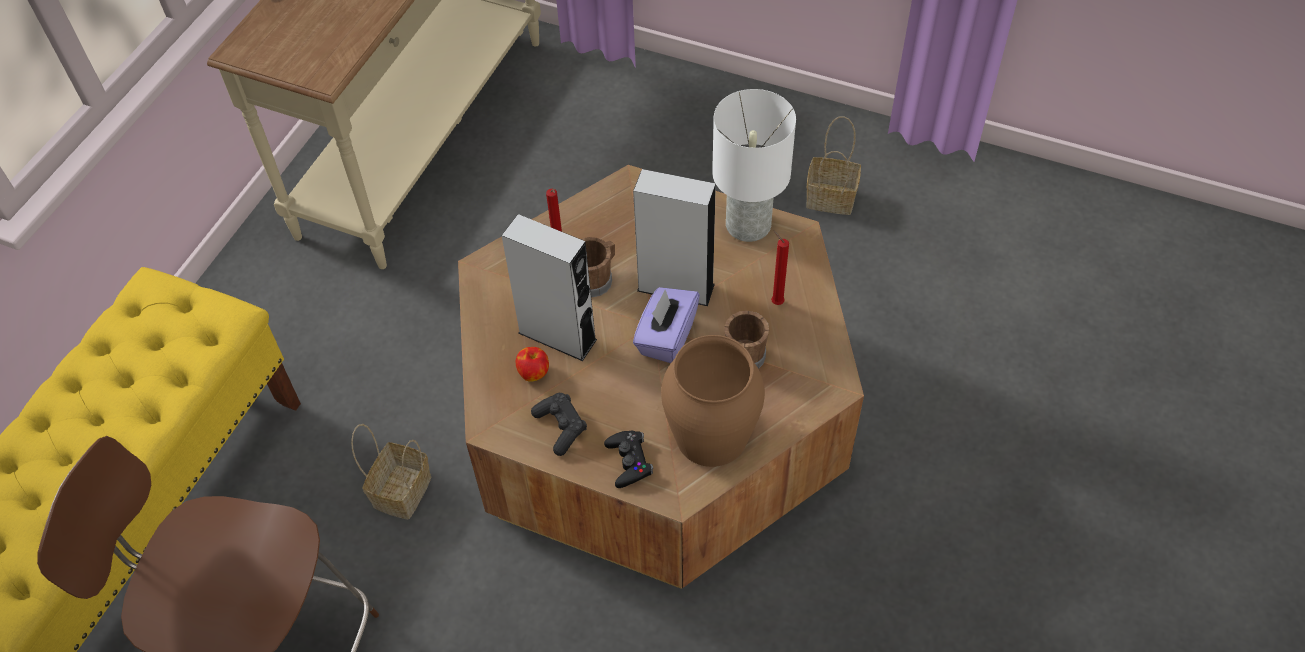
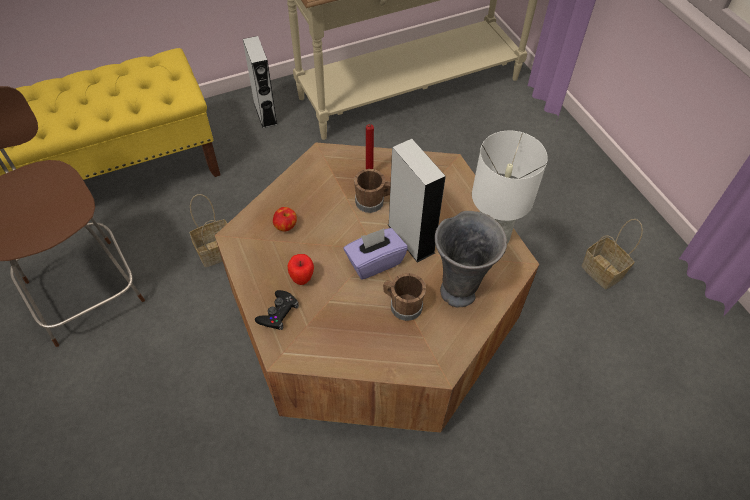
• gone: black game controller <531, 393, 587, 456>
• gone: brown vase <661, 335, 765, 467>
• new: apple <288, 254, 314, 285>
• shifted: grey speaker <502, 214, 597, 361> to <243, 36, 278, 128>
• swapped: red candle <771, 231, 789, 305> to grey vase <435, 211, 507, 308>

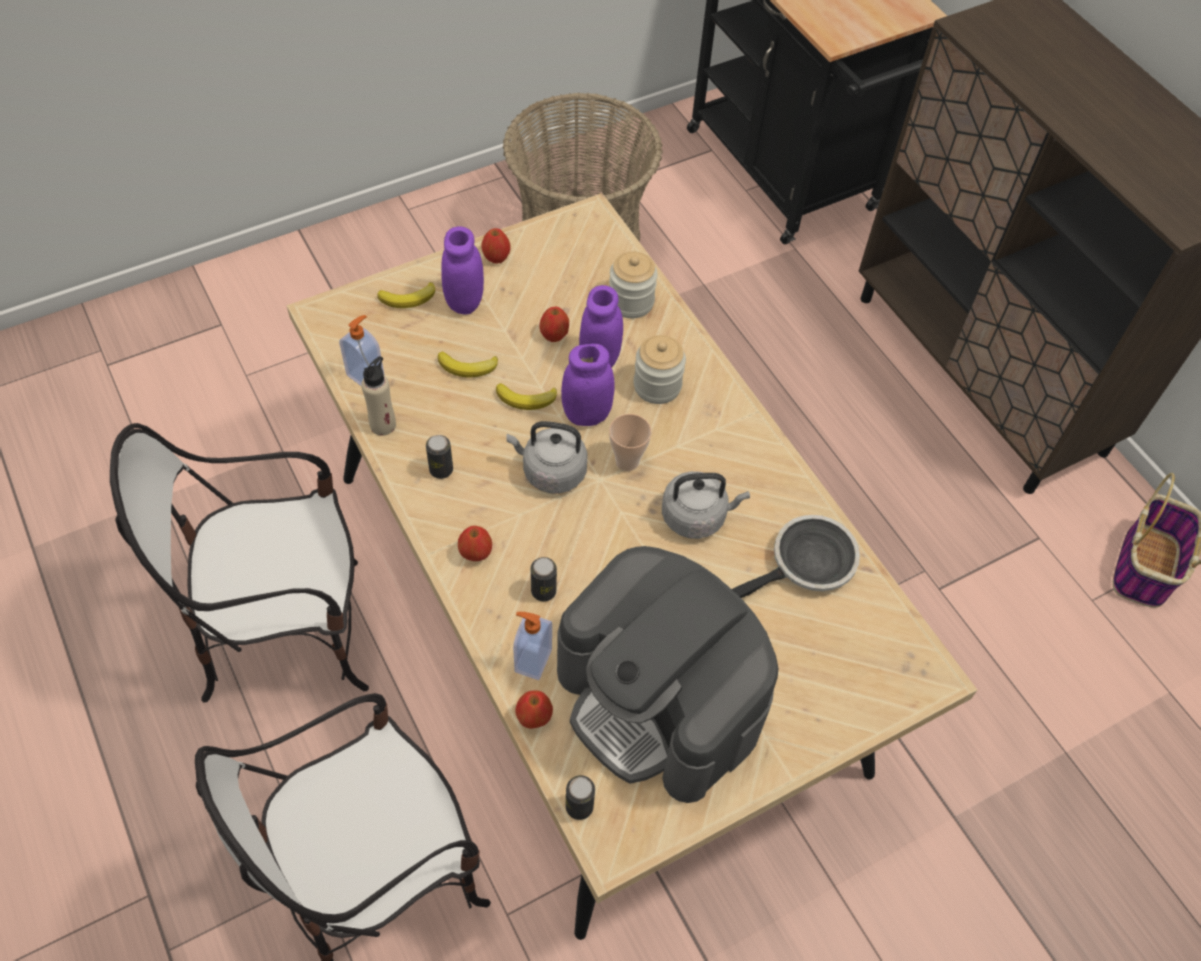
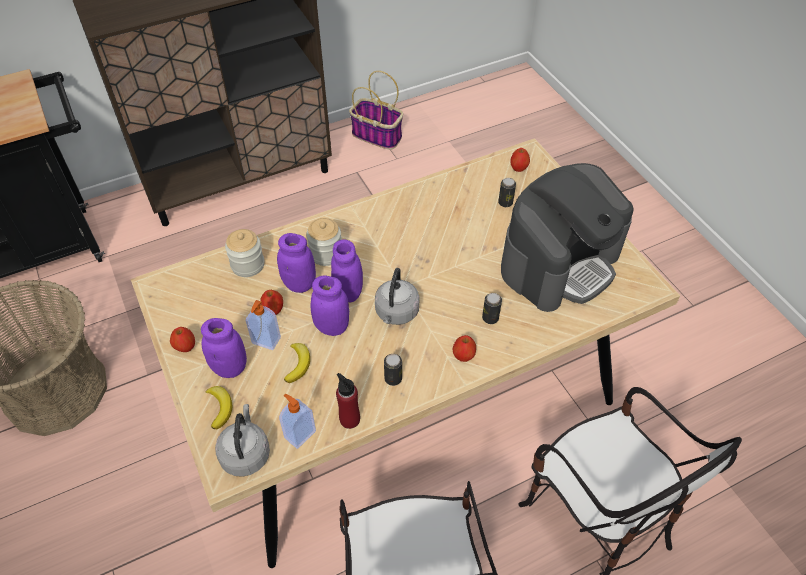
• gone: cup <609, 414, 652, 471>
• gone: frying pan <732, 515, 860, 598>
• shifted: soap dispenser <513, 612, 552, 680> to <246, 300, 281, 350>
• shifted: apple <515, 690, 553, 729> to <511, 148, 530, 172>
• shifted: can <565, 775, 595, 820> to <498, 178, 516, 207>
• shifted: grey kettle <662, 471, 750, 539> to <215, 404, 270, 477>
• swapped: banana <496, 383, 557, 410> to purple jar <311, 276, 349, 336>
• repainted: beige bottle <361, 356, 396, 436> to red bottle <336, 373, 360, 429>

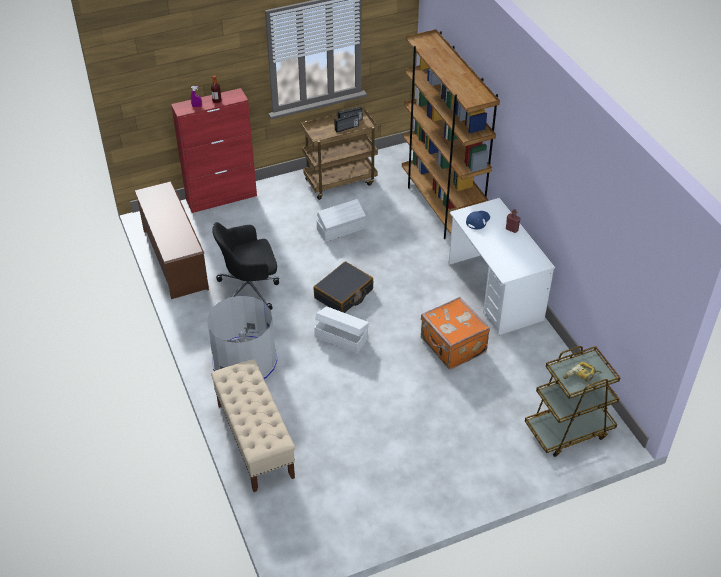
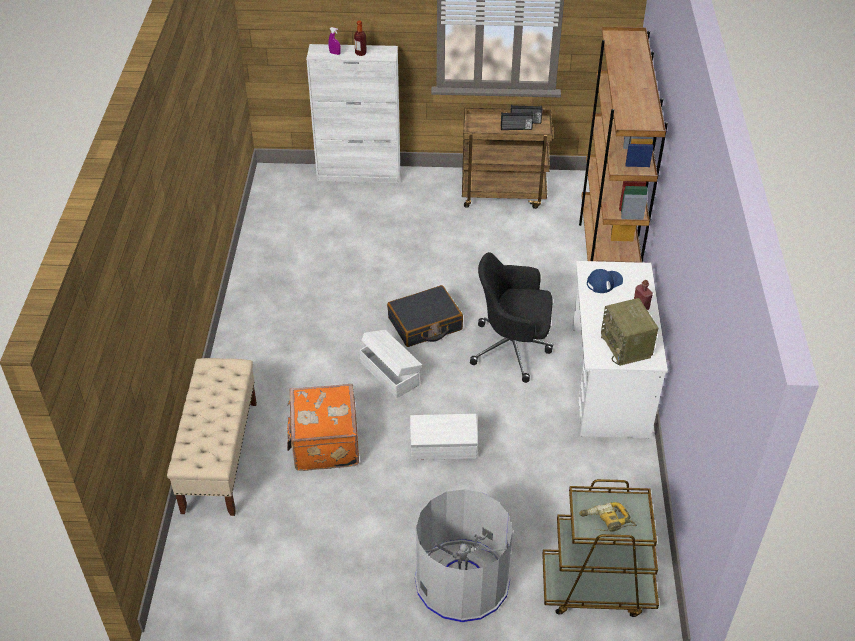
• gone: brown shoe rack <134, 181, 209, 299>
• new: radio <601, 298, 658, 366>
• shifted: grey trash can <207, 296, 277, 380> to <415, 489, 513, 623>
• shifted: black office chair <212, 222, 279, 310> to <470, 252, 553, 383>
• shifted: white storage box <317, 199, 366, 242> to <410, 414, 478, 460>
• shifted: orange suitcase <421, 297, 490, 369> to <287, 384, 359, 471>
• repainted: red cabinet <171, 88, 257, 213> to white cabinet <306, 44, 400, 183>

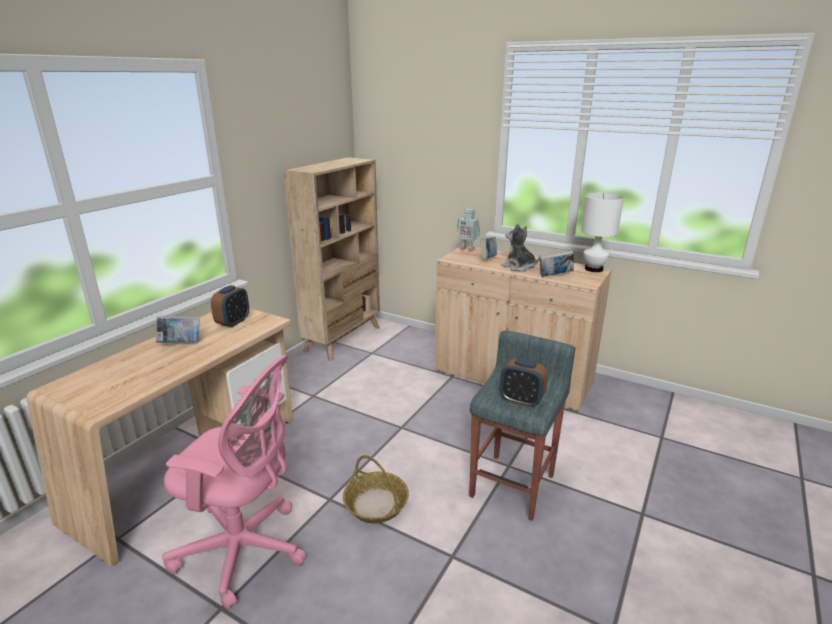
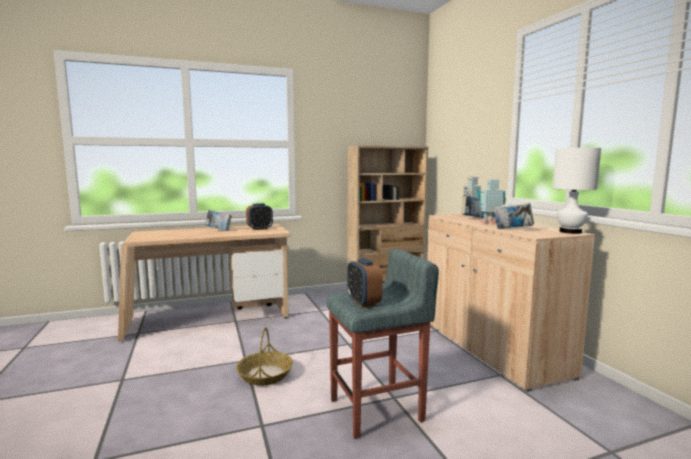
• gone: pink office chair <162, 355, 306, 610>
• swapped: plush toy <501, 223, 541, 271> to toy robot <479, 179, 506, 224>

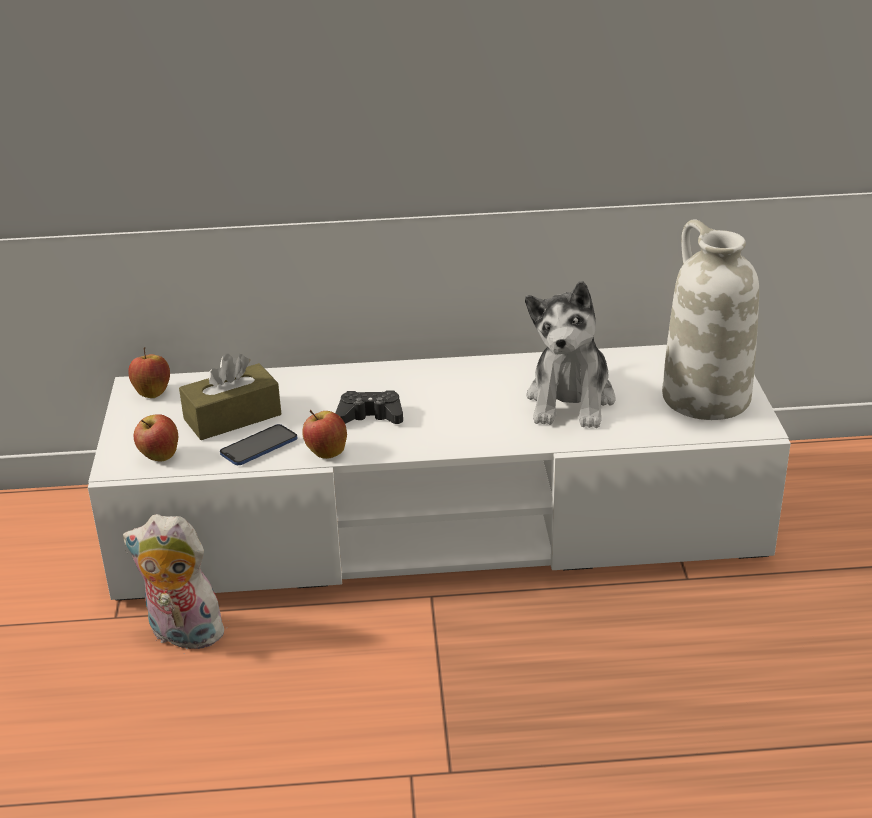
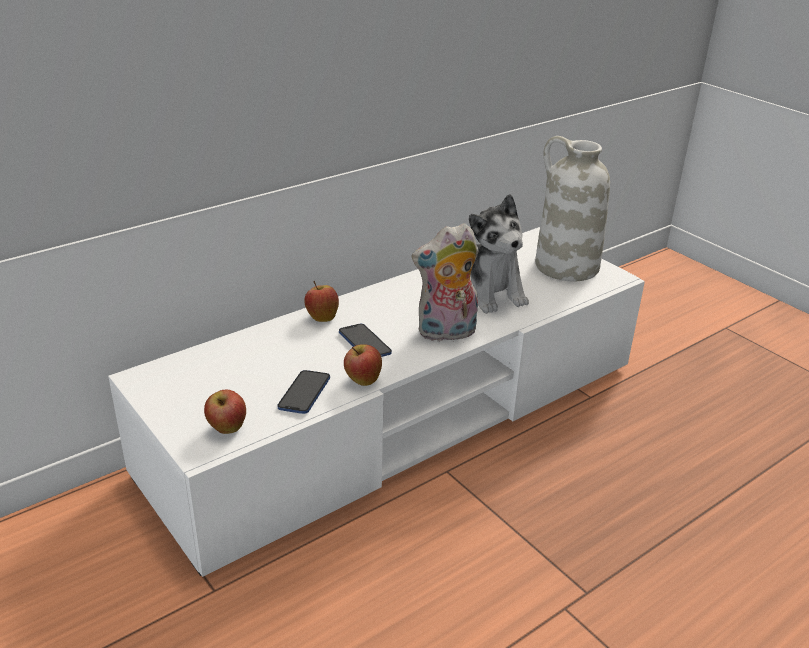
• gone: brown tissue box <179, 354, 281, 440>
• shifted: plush toy <123, 514, 231, 649> to <411, 223, 479, 342>
• shifted: apple <128, 347, 170, 398> to <304, 280, 339, 322>
• swapped: black game controller <335, 390, 403, 424> to phone <339, 324, 392, 357>

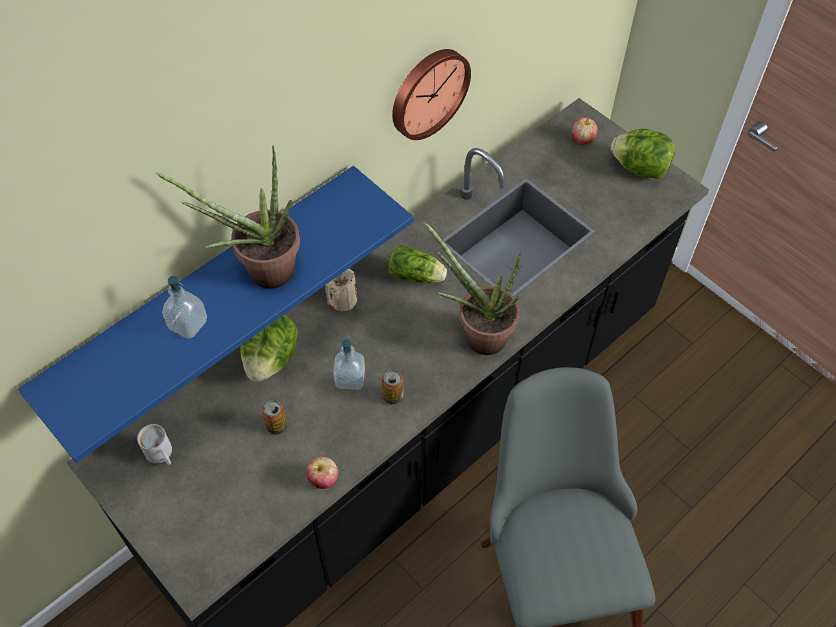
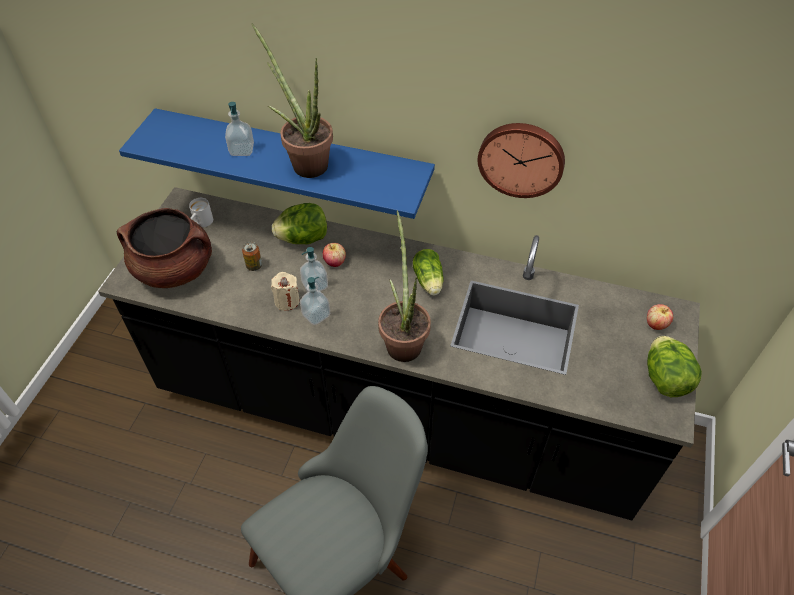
• new: brown cooking pot <117, 208, 212, 288>
• shifted: apple <306, 457, 338, 489> to <323, 243, 346, 267>
• shifted: beige candle <325, 269, 357, 311> to <271, 272, 300, 311>
• swapped: can <382, 370, 404, 404> to soap dispenser <300, 277, 330, 325>

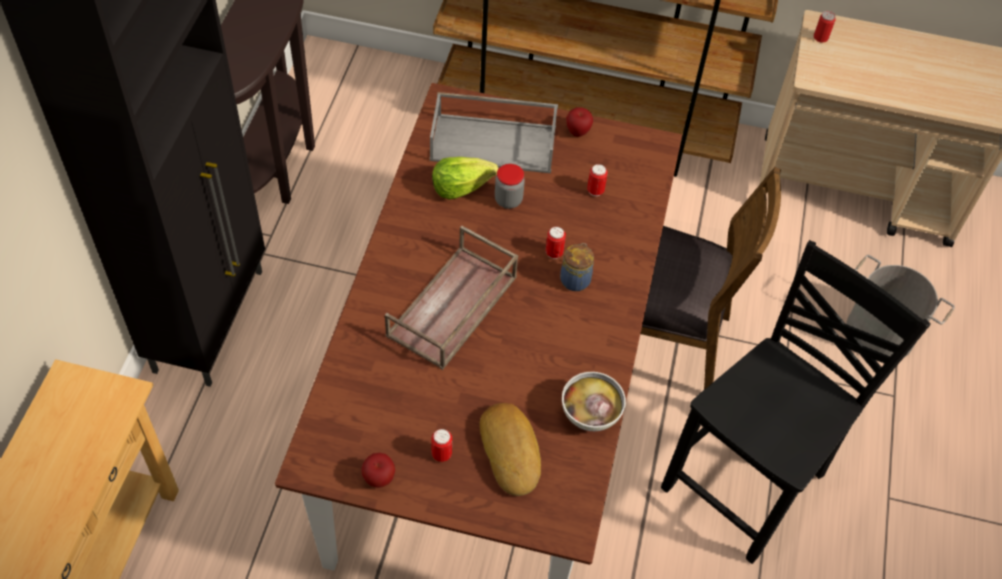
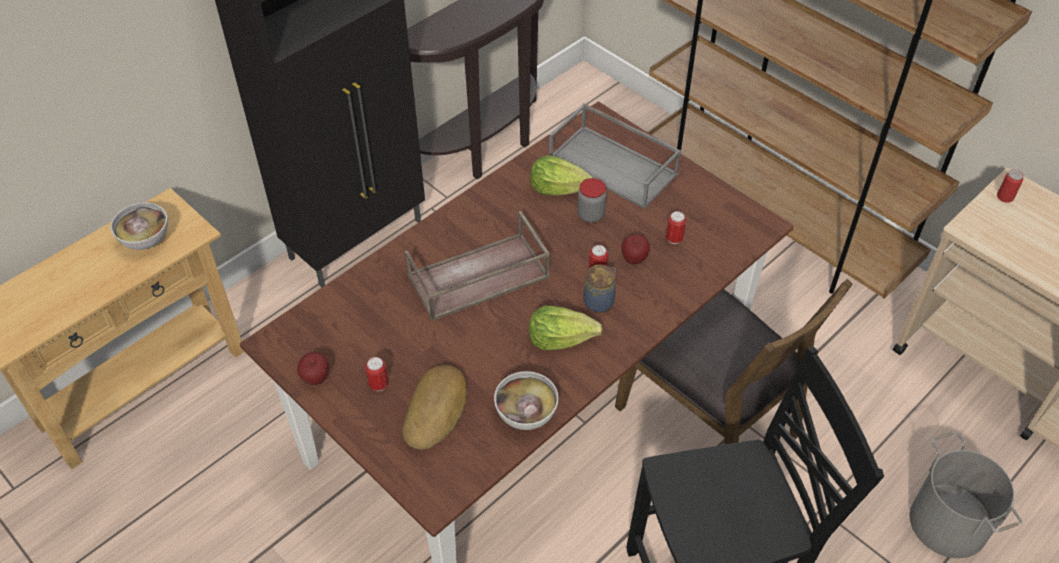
• new: bowl <111, 203, 168, 250>
• new: lettuce <529, 306, 603, 350>
• shifted: apple <566, 107, 593, 137> to <621, 234, 650, 264>

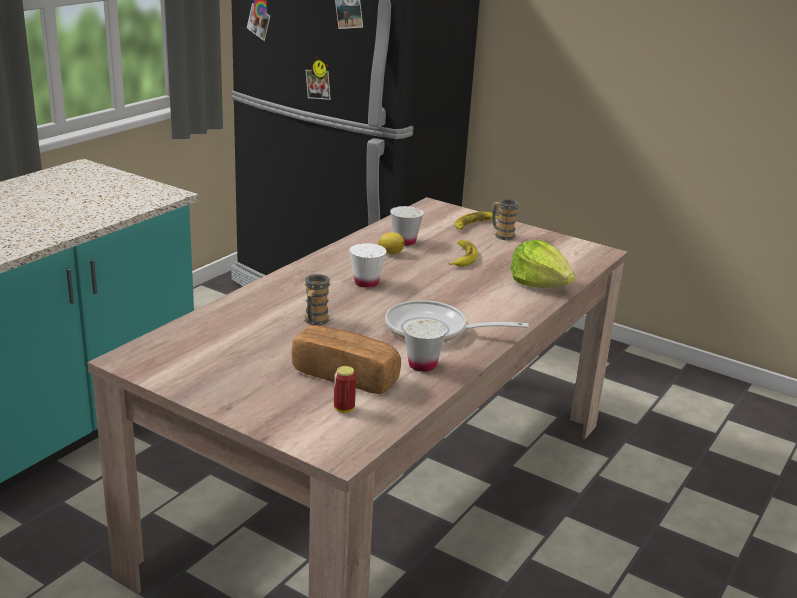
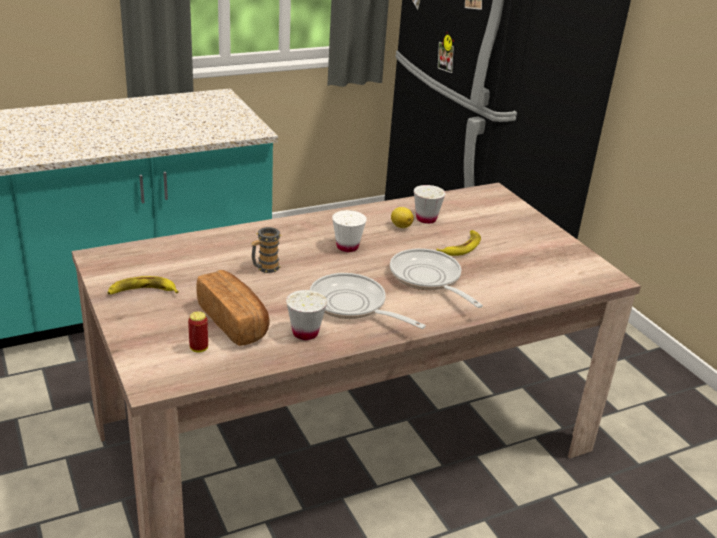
• gone: mug <492, 199, 520, 240>
• gone: lettuce <510, 240, 575, 288>
• new: frying pan <390, 248, 483, 308>
• shifted: banana <455, 212, 499, 230> to <108, 276, 179, 295>

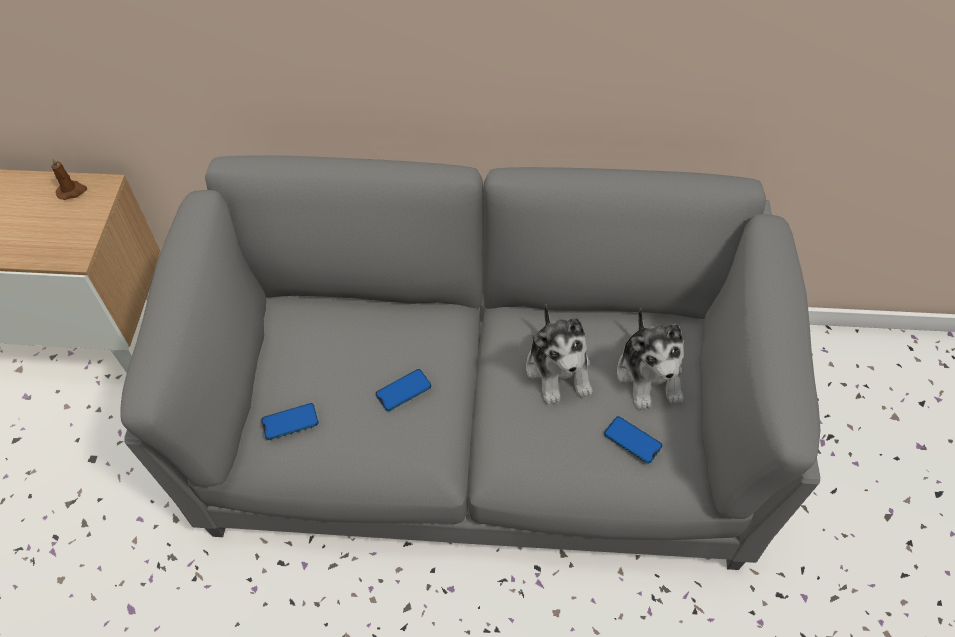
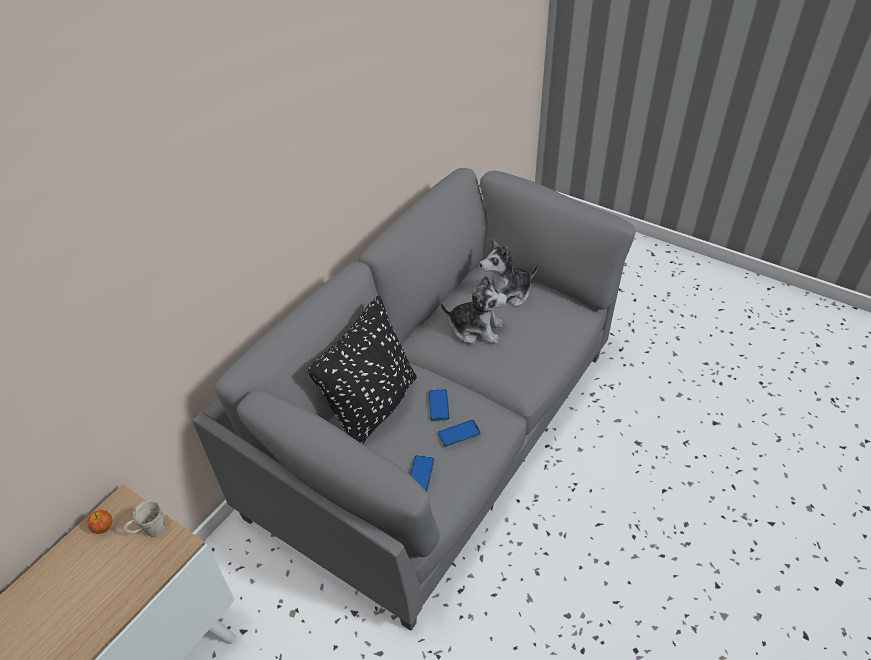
• new: white mug <124, 501, 166, 537>
• new: black pillow <308, 296, 417, 444>
• shifted: phone <604, 416, 662, 464> to <438, 420, 481, 447>
• swapped: brown candle <51, 158, 87, 200> to apple <87, 510, 112, 534>
• rotated: plush toy <617, 308, 684, 410> = <479, 239, 538, 307> 135 degrees clockwise

